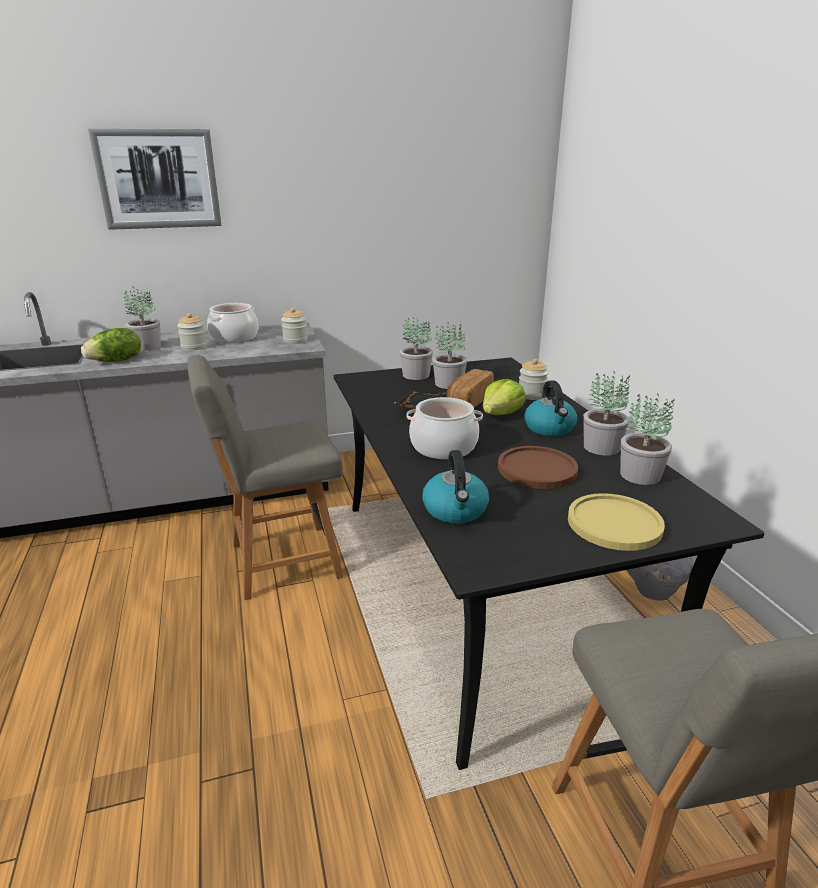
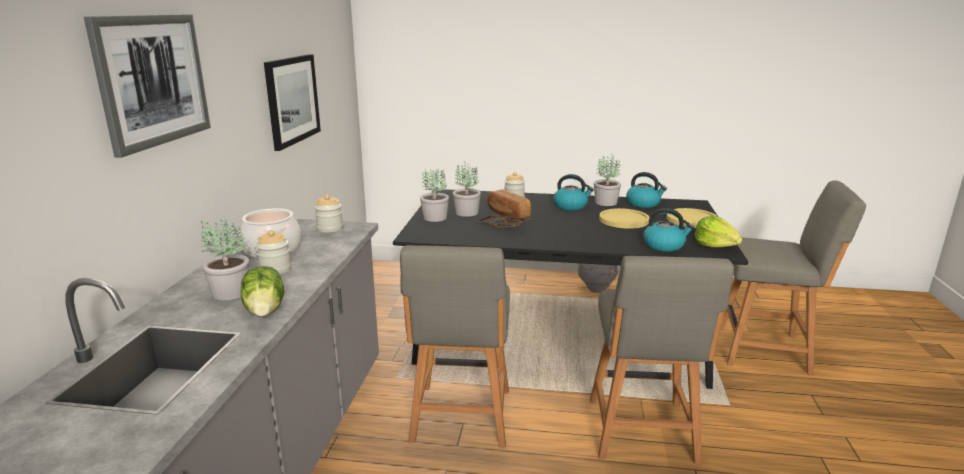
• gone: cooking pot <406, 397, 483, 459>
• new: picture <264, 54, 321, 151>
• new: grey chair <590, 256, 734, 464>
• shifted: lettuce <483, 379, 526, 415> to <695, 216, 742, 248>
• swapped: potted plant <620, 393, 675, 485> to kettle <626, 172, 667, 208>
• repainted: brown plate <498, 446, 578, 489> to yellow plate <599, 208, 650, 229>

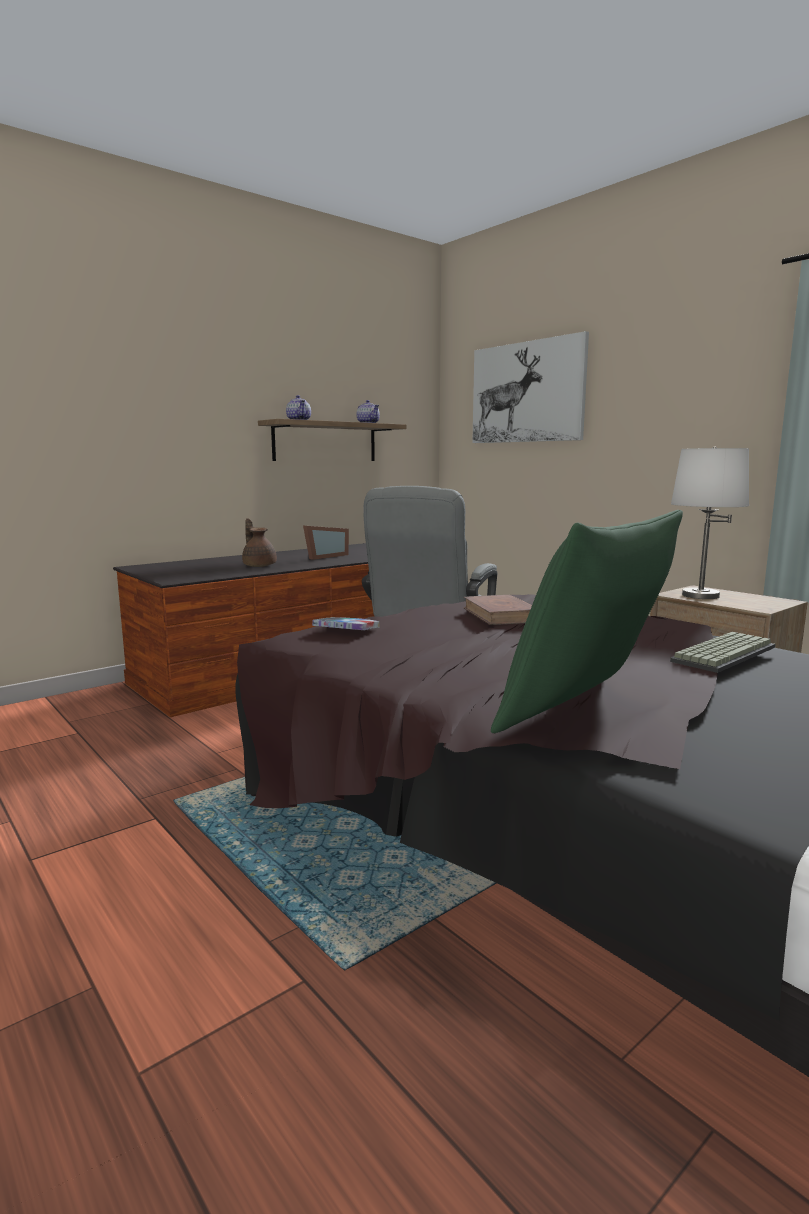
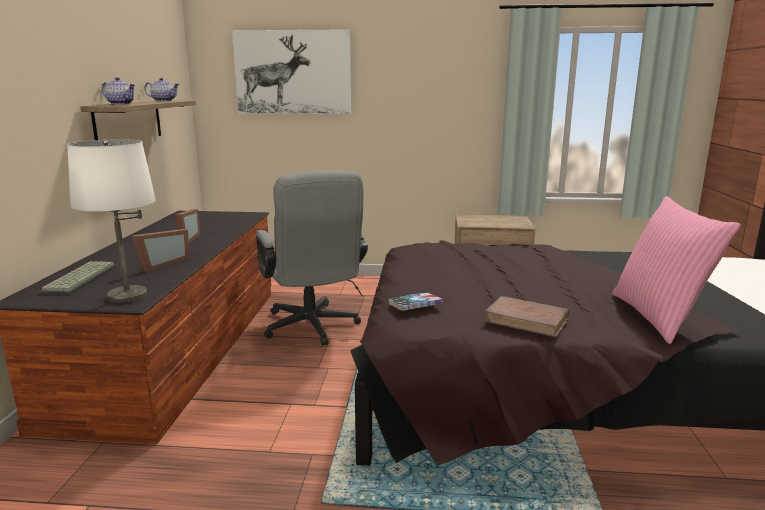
• shifted: brown book <463, 595, 532, 625> to <484, 296, 569, 338>
• shifted: keyboard <670, 632, 776, 673> to <40, 261, 117, 295>
• shifted: white table lamp <671, 447, 749, 599> to <67, 139, 156, 304>
• swapped: brown teapot <242, 518, 277, 567> to picture frame <132, 229, 190, 272>
• repainted: green pillow <491, 510, 683, 733> to pink pillow <613, 196, 741, 344>

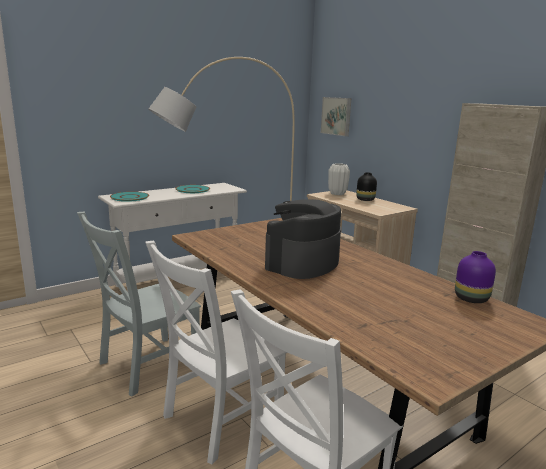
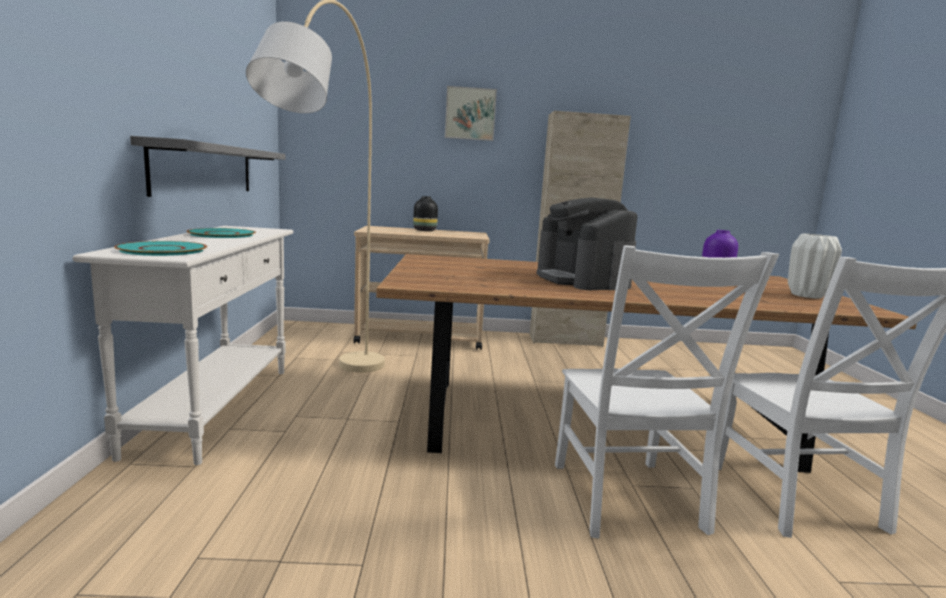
• gone: grey chair <77, 212, 201, 396>
• new: grey shelf <130, 136, 285, 197>
• shifted: picture <321, 97, 351, 136> to <445, 86, 497, 141>
• shifted: white vase <328, 163, 350, 195> to <788, 234, 842, 299>

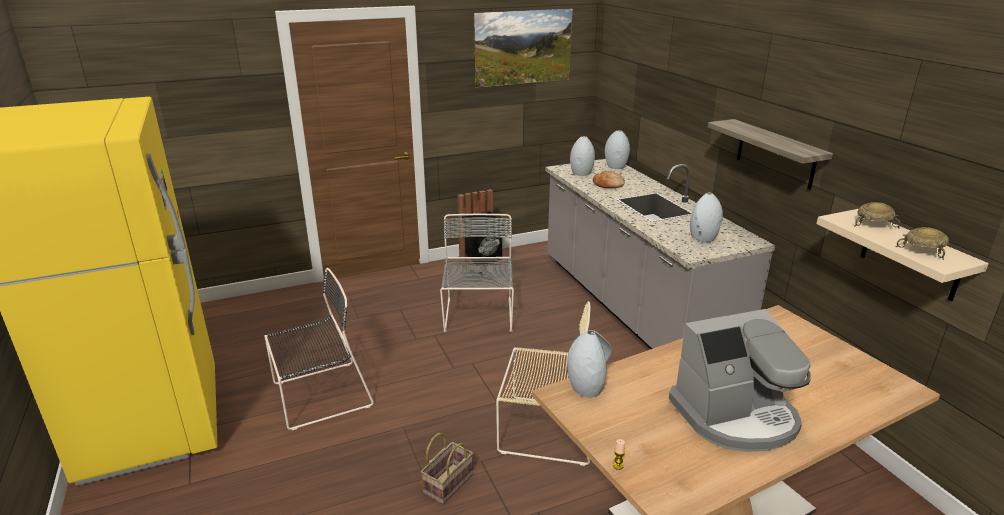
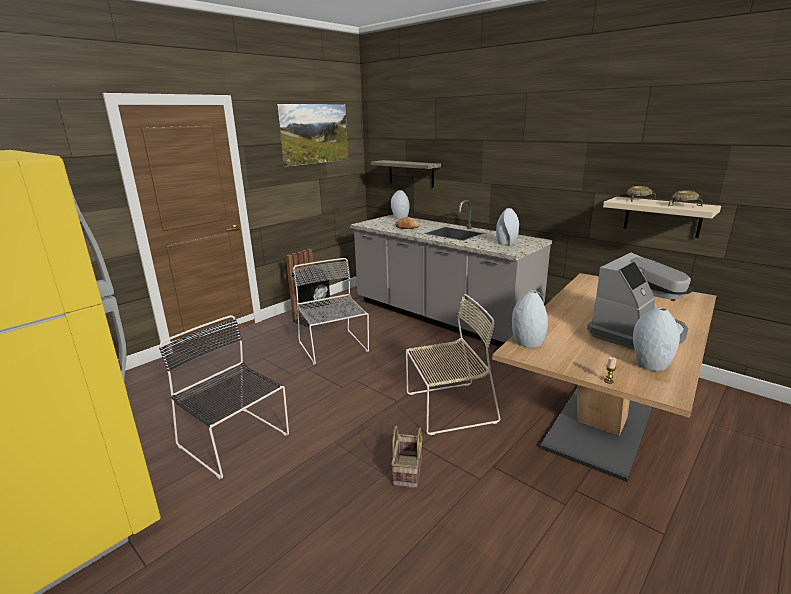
• shifted: grey vase <570, 136, 595, 176> to <633, 308, 680, 371>
• shifted: shelf <708, 119, 833, 190> to <371, 160, 441, 187>
• rotated: black chair <265, 268, 374, 430> = <159, 315, 289, 479> 90 degrees counterclockwise

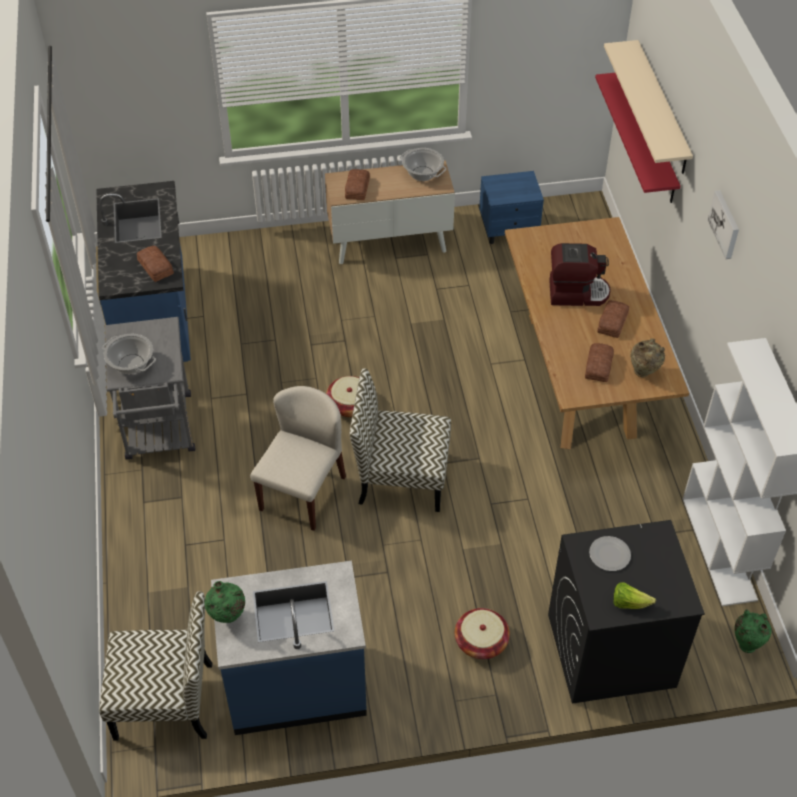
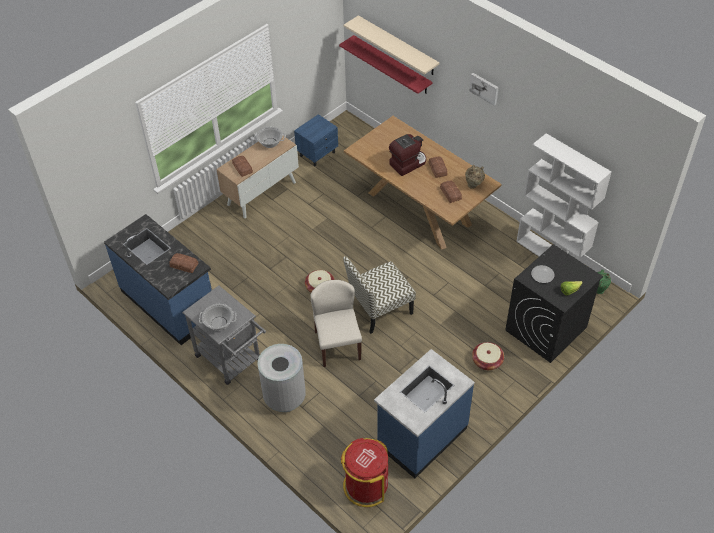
• gone: green vase <205, 581, 245, 623>
• new: grey trash can <258, 344, 306, 412>
• swapped: chair <99, 591, 213, 740> to red trash can <341, 438, 388, 507>

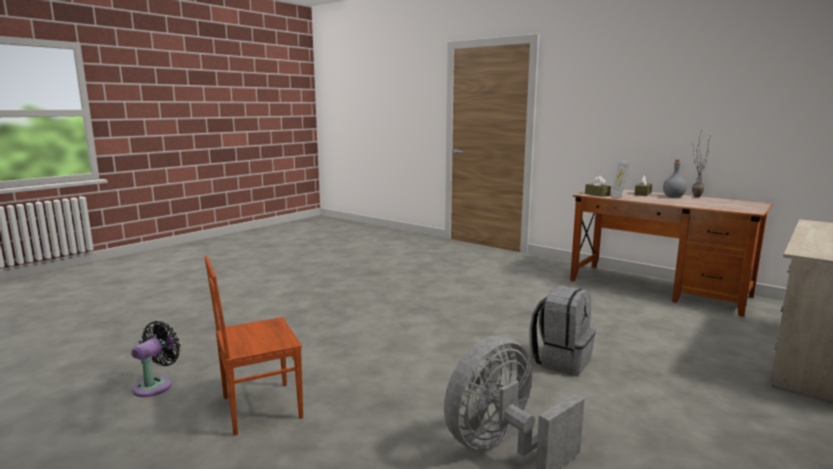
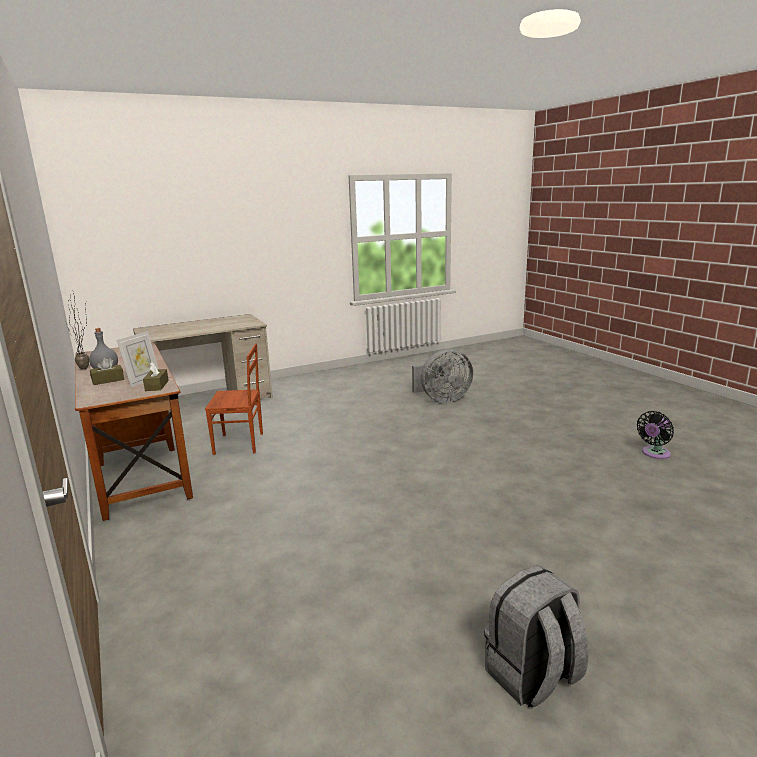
• shifted: brown chair <204, 256, 303, 436> to <205, 343, 263, 455>
• shifted: grey backpack <529, 286, 596, 376> to <484, 565, 589, 707>

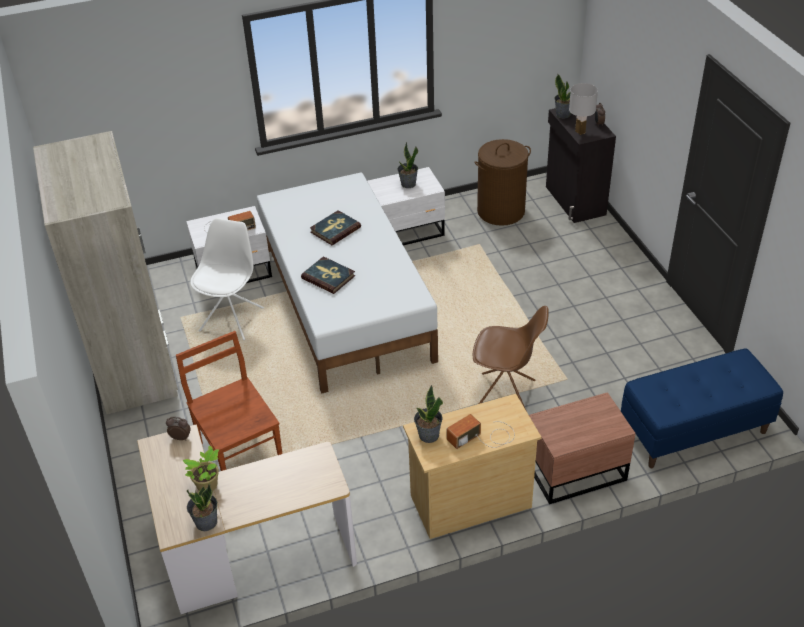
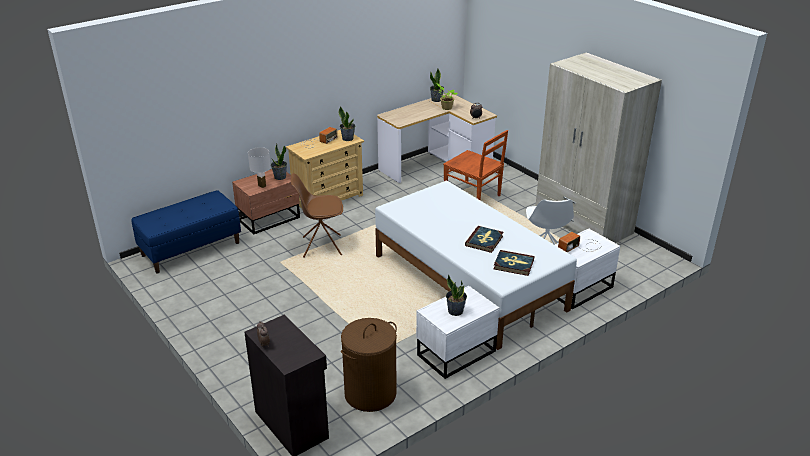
• shifted: book <301, 256, 355, 294> to <494, 250, 534, 276>
• shifted: potted plant <555, 74, 571, 119> to <271, 143, 287, 180>
• shifted: white table lamp <569, 83, 598, 135> to <248, 147, 271, 188>

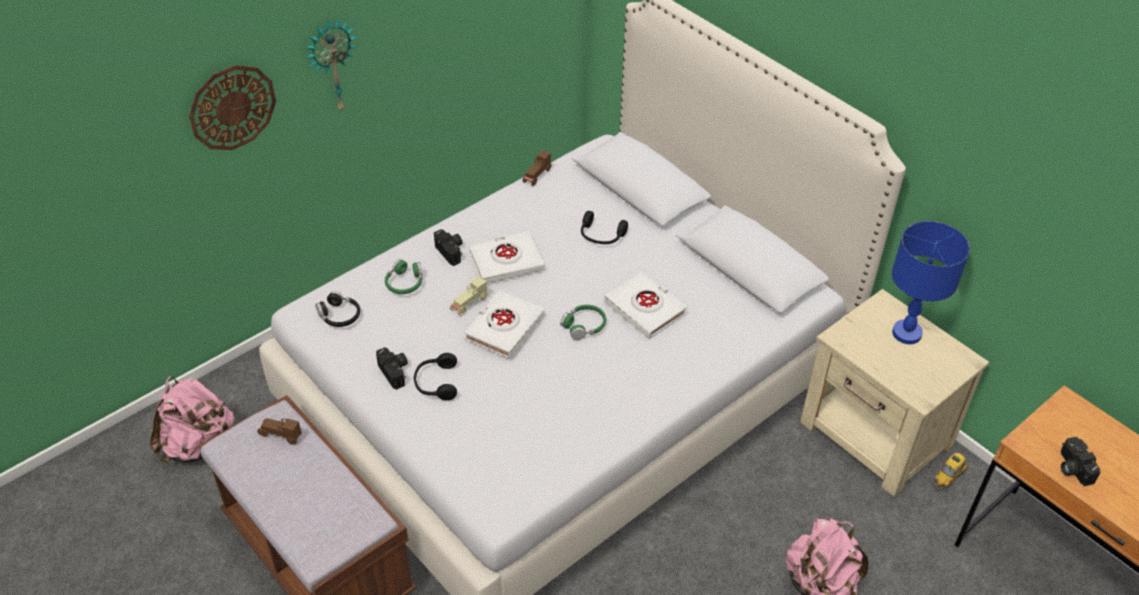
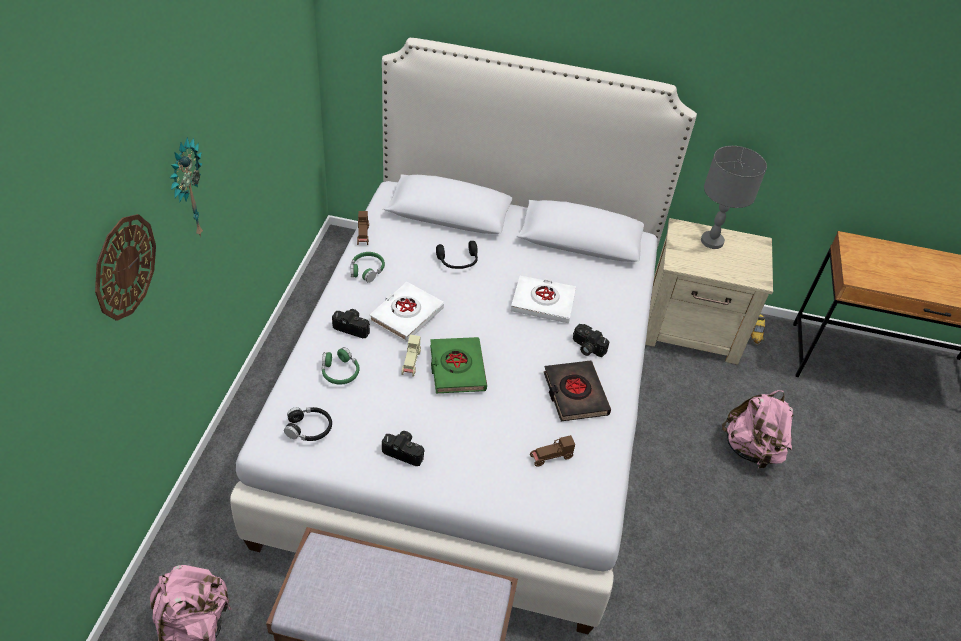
• gone: black headphones <414, 353, 457, 400>
• new: black book <544, 361, 611, 421>
• shifted: brown toy car <257, 418, 302, 445> to <530, 435, 575, 467>
• shifted: green headphones <560, 305, 606, 340> to <351, 252, 385, 283>
• shifted: photo camera <1061, 437, 1100, 486> to <573, 324, 609, 357>
• repainted: white book <465, 290, 544, 358> to green book <430, 337, 487, 393>
• repainted: blue table lamp <892, 221, 970, 344> to grey table lamp <701, 146, 767, 249>

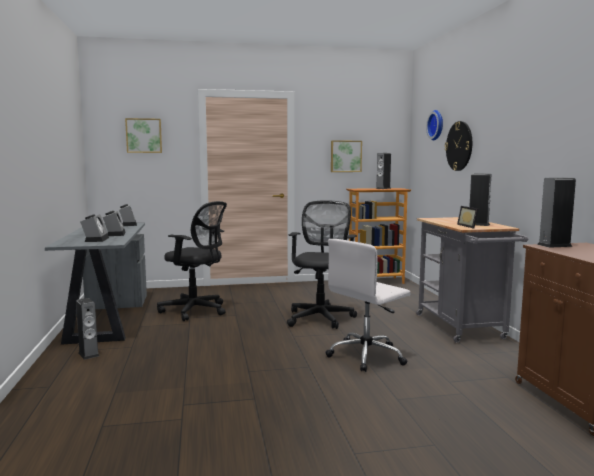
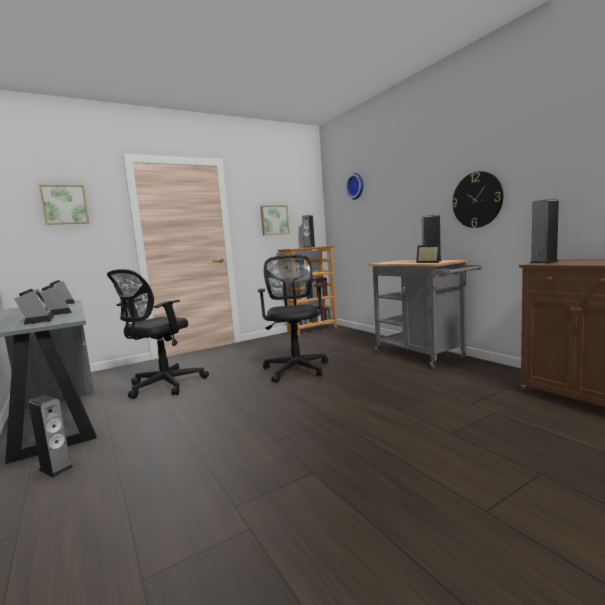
• gone: white office chair <325, 239, 410, 372>
• shifted: wall clock <445, 121, 472, 171> to <452, 171, 503, 228>
• rotated: black office chair <157, 201, 227, 321> = <107, 269, 209, 399> 120 degrees clockwise

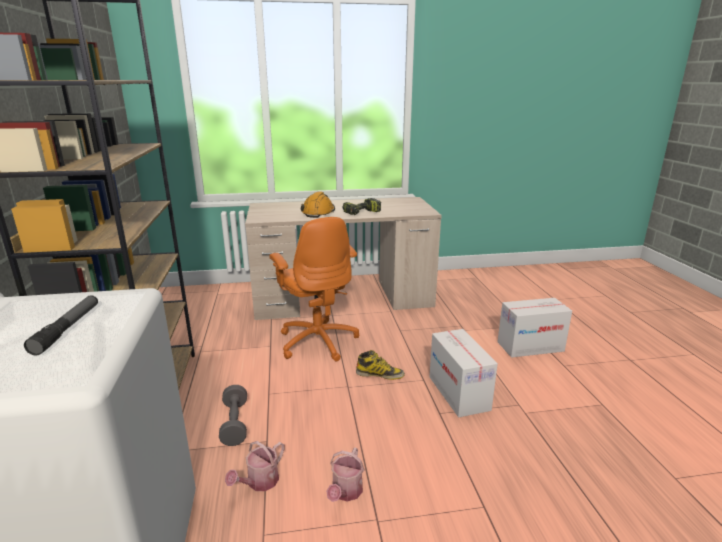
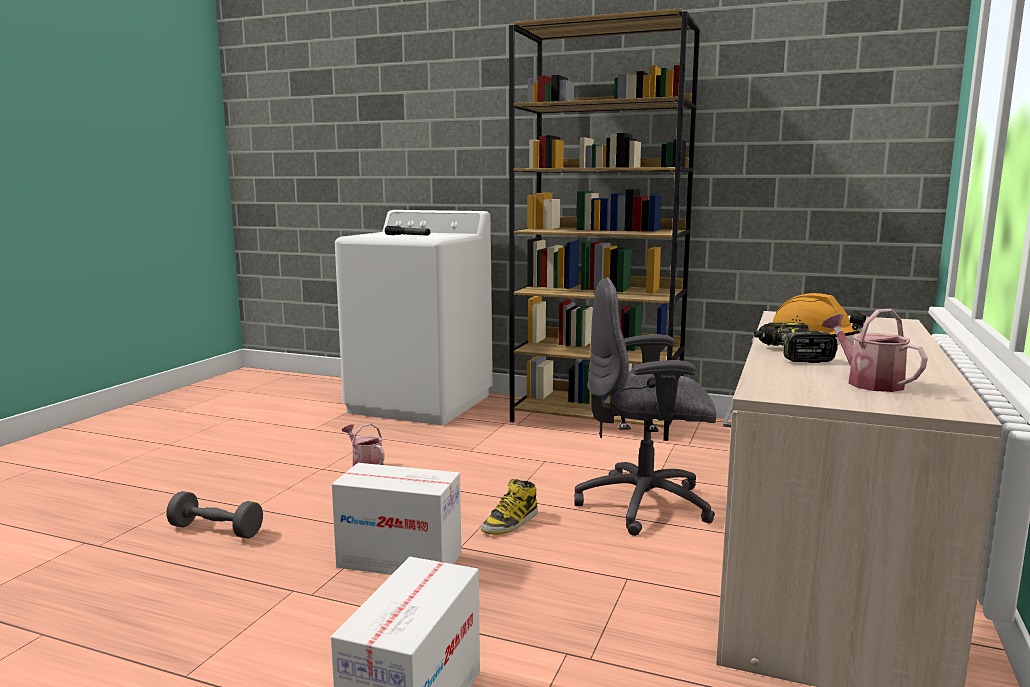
• shifted: grey dumbbell <219, 385, 247, 446> to <166, 491, 263, 539>
• shifted: watering can <225, 441, 284, 491> to <822, 309, 928, 392>
• repainted: orange office chair <269, 217, 359, 361> to grey office chair <574, 277, 716, 536>

